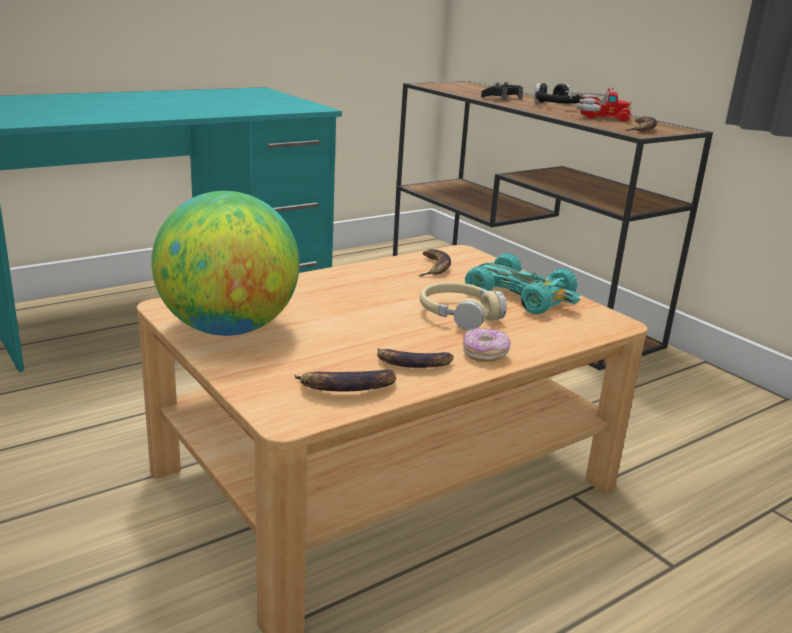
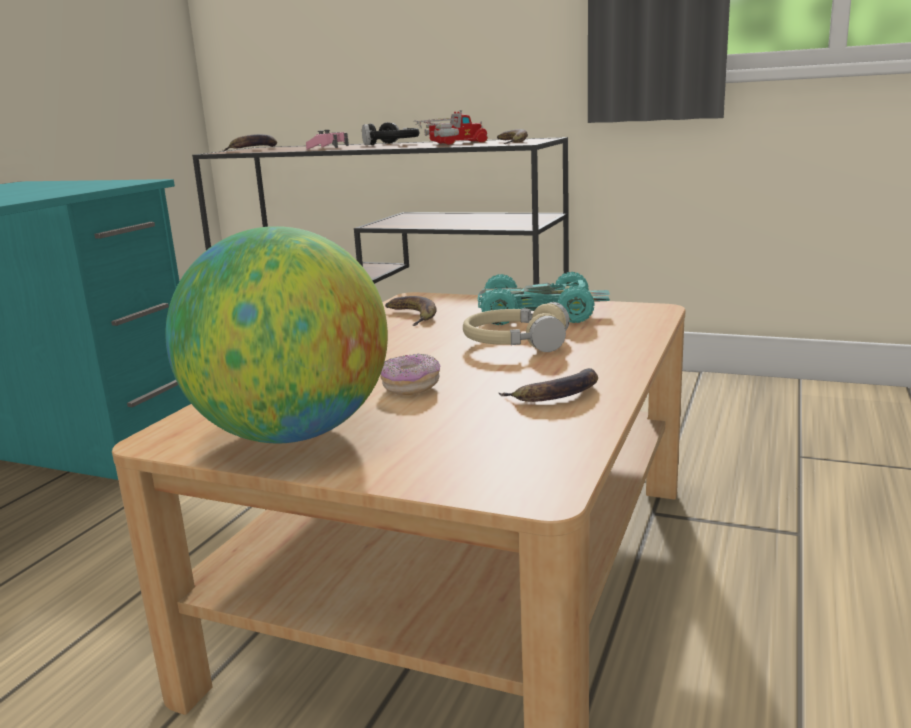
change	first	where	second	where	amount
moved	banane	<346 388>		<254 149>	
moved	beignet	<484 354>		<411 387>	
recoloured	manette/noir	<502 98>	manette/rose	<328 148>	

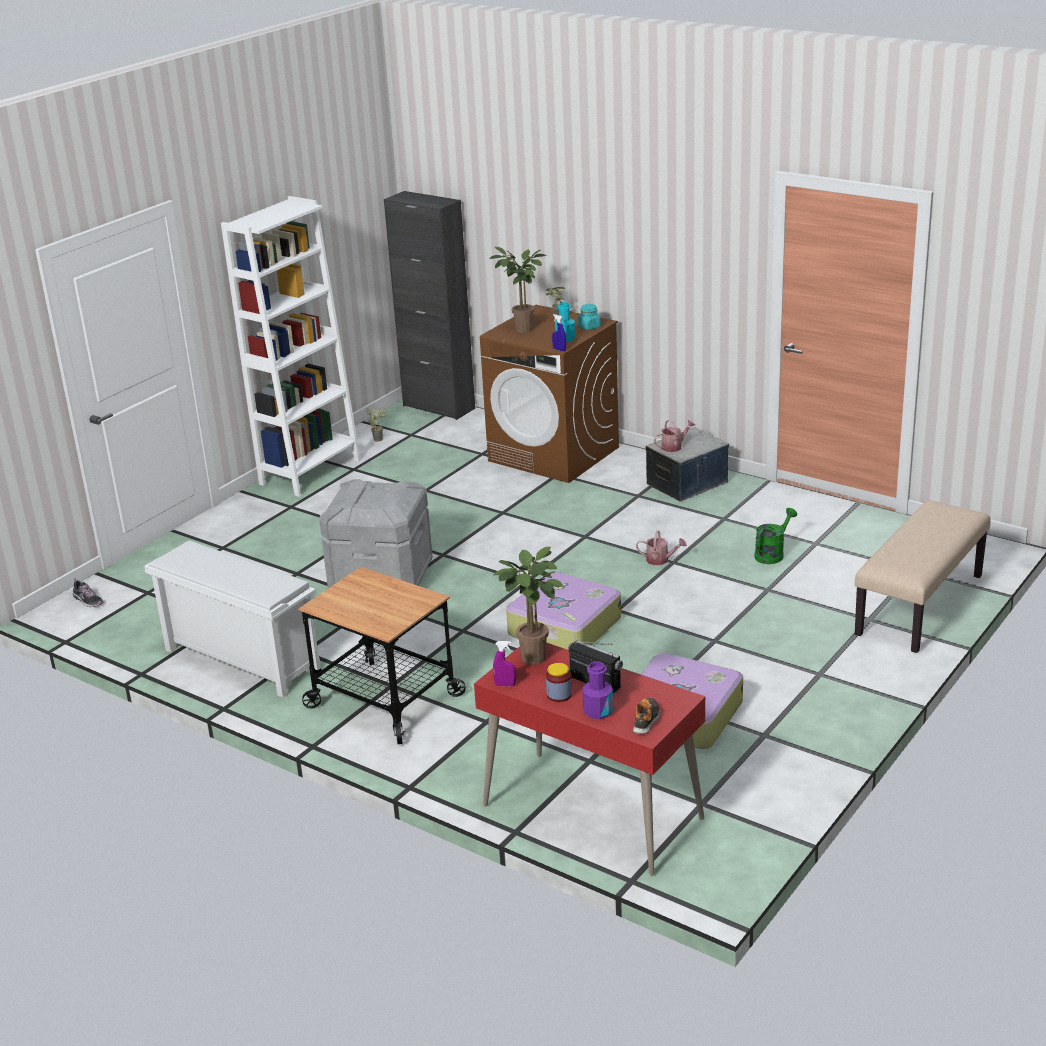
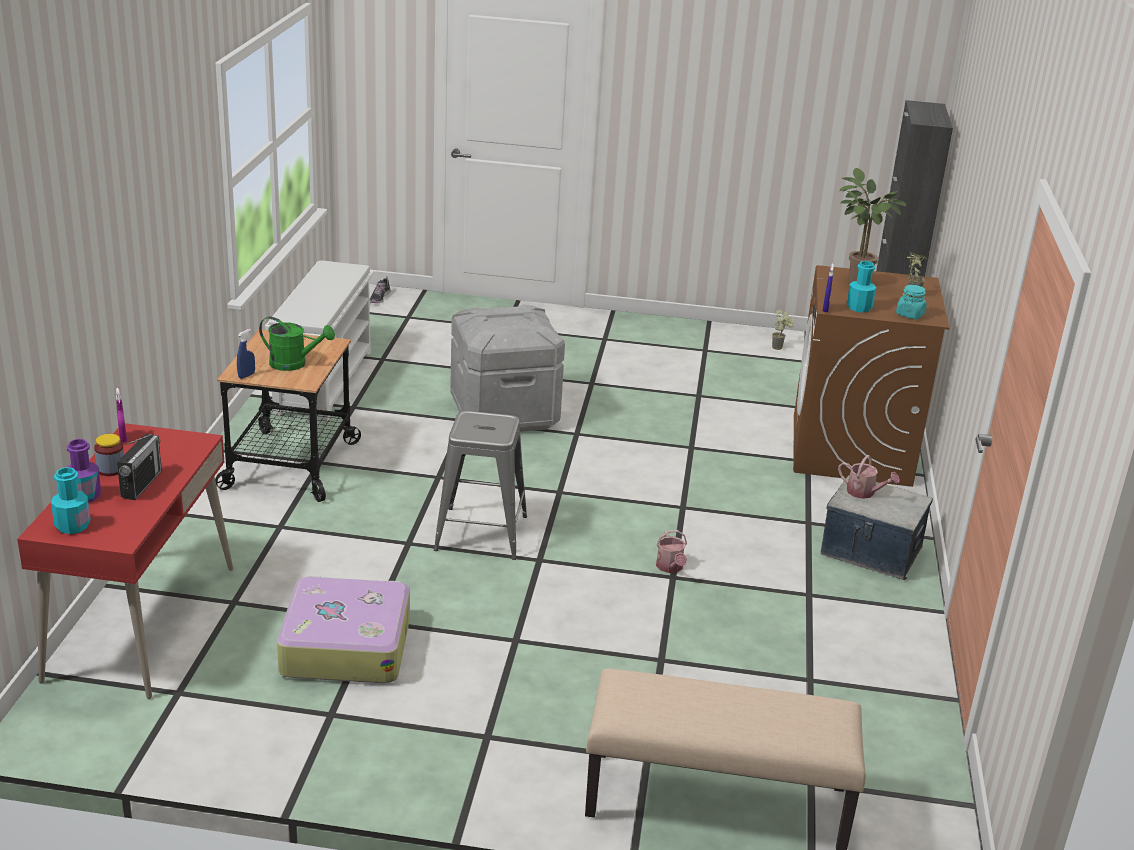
change	first	where	second	where	amount
removed	bibliothèque/blanc	<310 472>			
removed	plante en pot	<534 660>			
replaced	valise	<563 627>	tabouret/gris	<482 533>	
replaced	chaussure	<646 720>	bouteille/turquoise	<72 526>	
moved	arrosoir/vert	<772 554>		<294 364>	
added			vaporisateur/bleu	<246 375>	

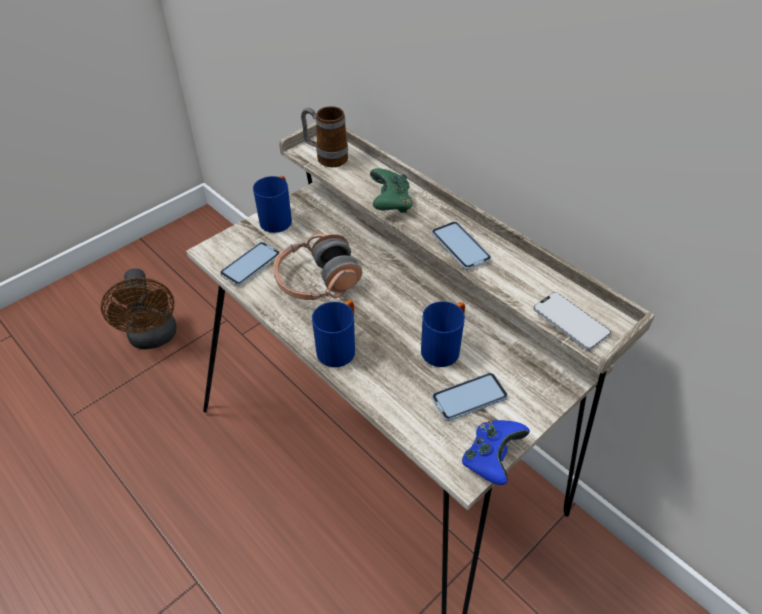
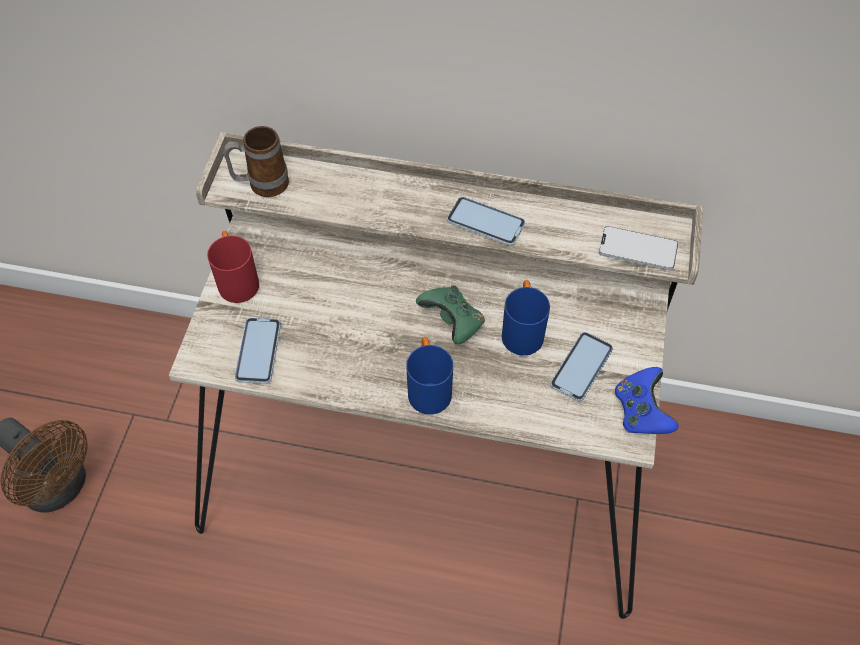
change	first	where	second	where	amount
recoloured	mug/bleu	<278 218>	mug/rouge	<237 280>	
removed	casque audio	<317 281>			
moved	manette/vert	<390 203>		<453 322>	

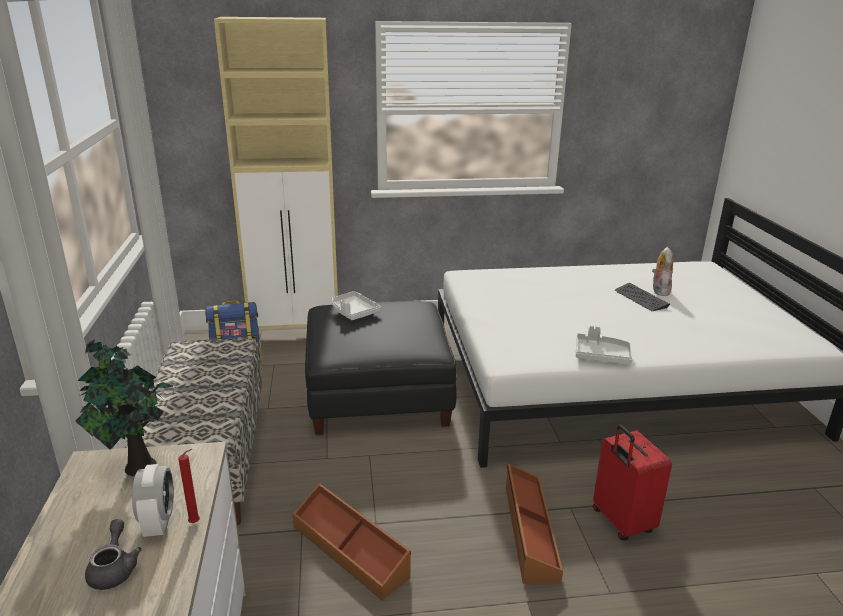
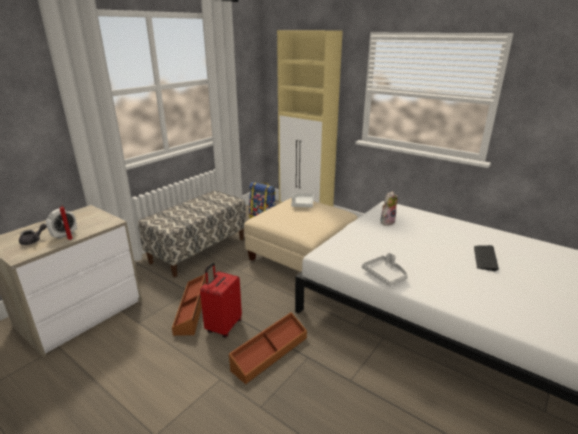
change	first	where	second	where	amount
removed	plante en pot	<137 467>			
recoloured	pouf/noir	<379 394>	pouf/beige	<301 255>	
moved	valise/rouge	<621 522>		<223 326>	
moved	peluche	<659 291>		<387 222>	

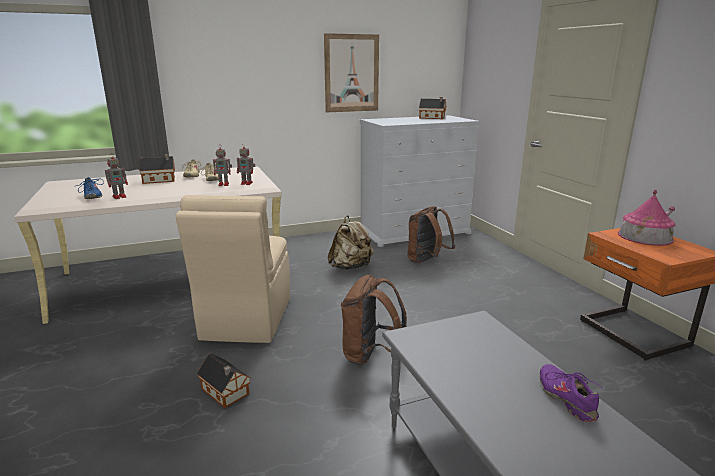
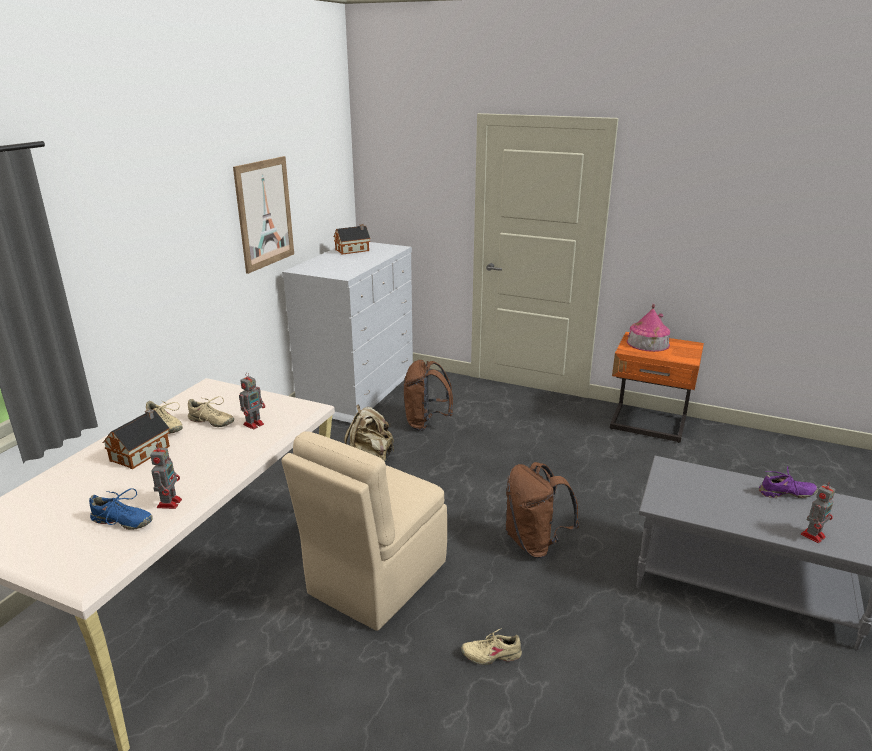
change	first	where	second	where	amount
turned	chaise/beige	<246 320>		<375 579>	75 degrees clockwise
replaced	maison miniature	<225 392>	chaussure/beige	<491 654>	
moved	robot jouet	<247 183>		<813 535>	
turned	chaussure/violet	<566 398>		<786 494>	150 degrees clockwise

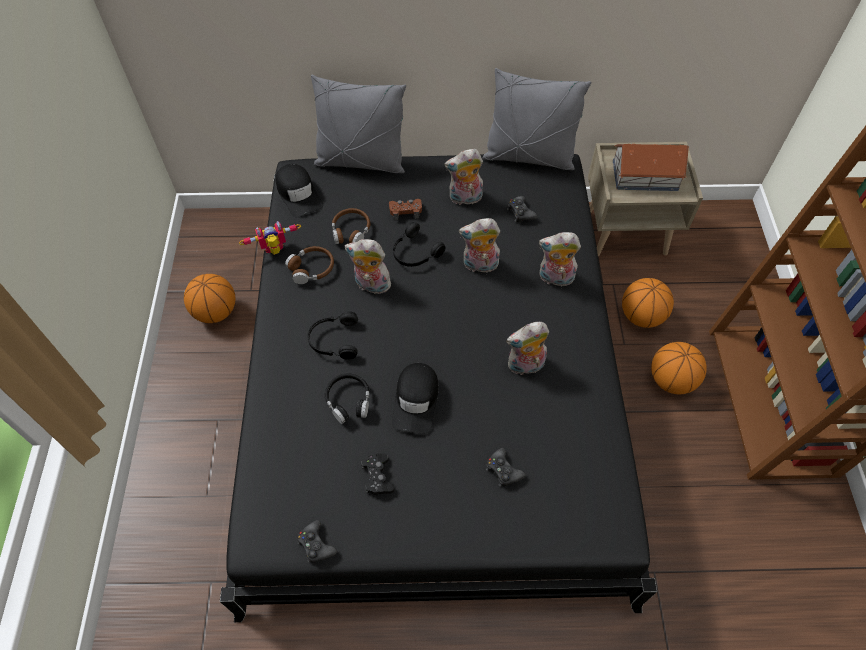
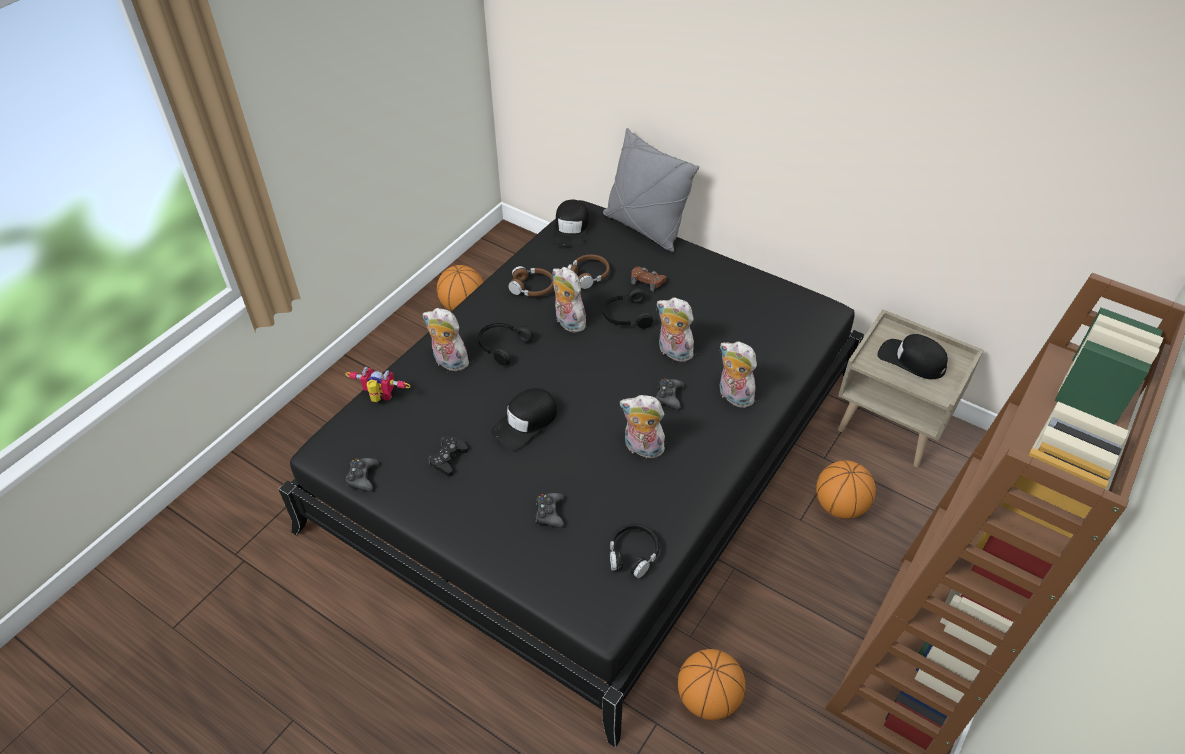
change	first	where	second	where	amount
moved	robot jouet	<275 250>		<380 398>	
moved	casque audio/noir	<348 401>		<633 554>	
moved	peluche	<464 199>		<448 362>	
removed	coussin/gris	<529 157>			
moved	manette/noir	<520 212>		<669 396>	
replaced	maison miniature	<645 175>	casquette/noir	<911 360>	
moved	ballon de basket	<671 380>		<708 698>	

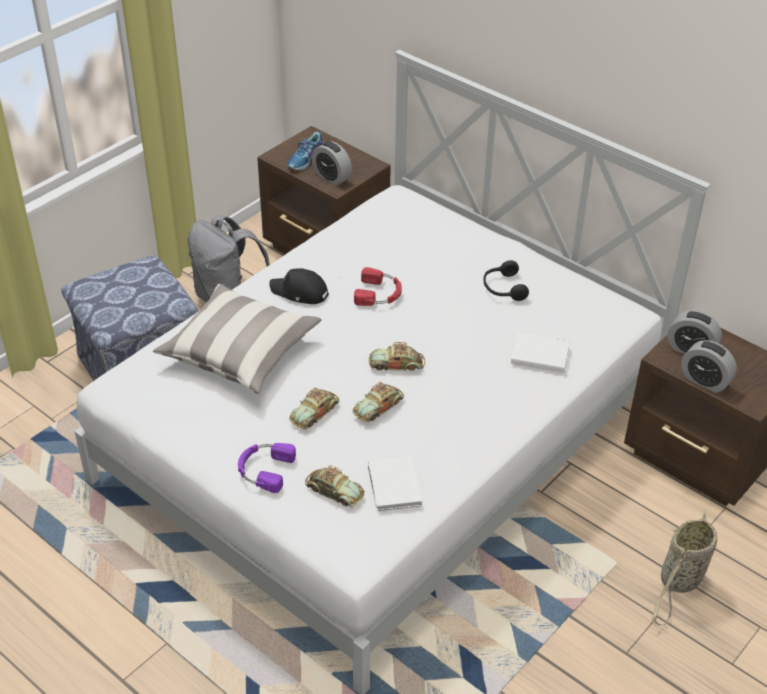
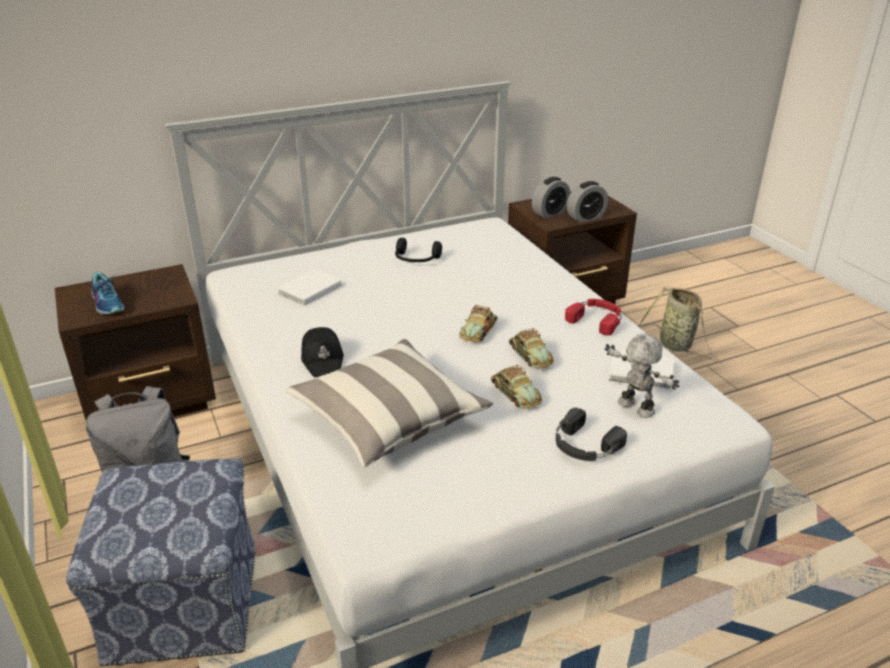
change	first	where	second	where	amount
recoloured	casque audio/violet	<264 469>	casque audio/noir	<584 445>	
turned	casquette/noir	<299 292>		<323 359>	60 degrees counterclockwise
replaced	petite voiture	<334 491>	robot jouet	<634 408>	
removed	réveil	<332 177>			
moved	casque audio/rouge	<379 293>		<596 319>	
moved	livre/blanc	<538 354>		<308 290>	

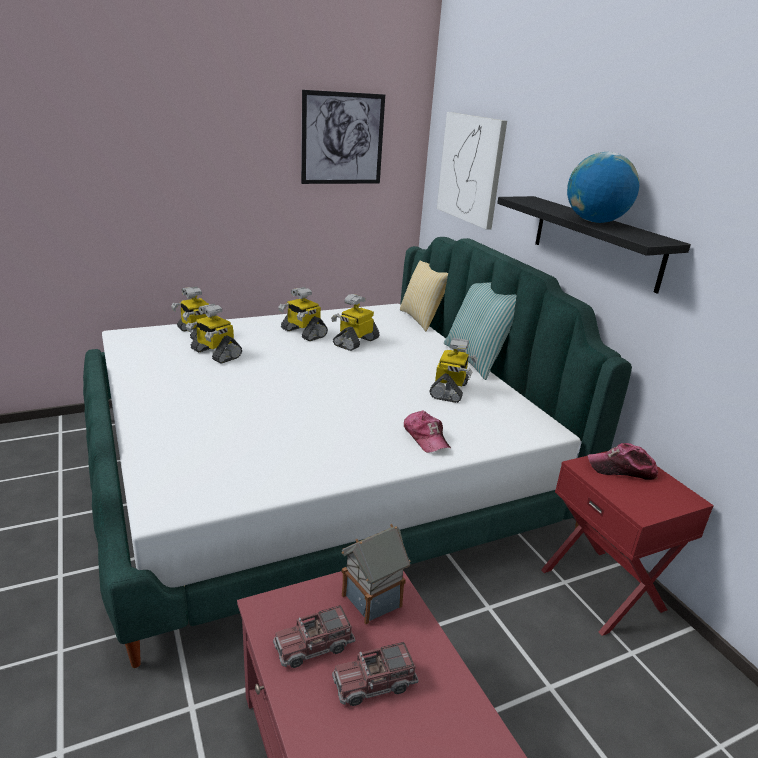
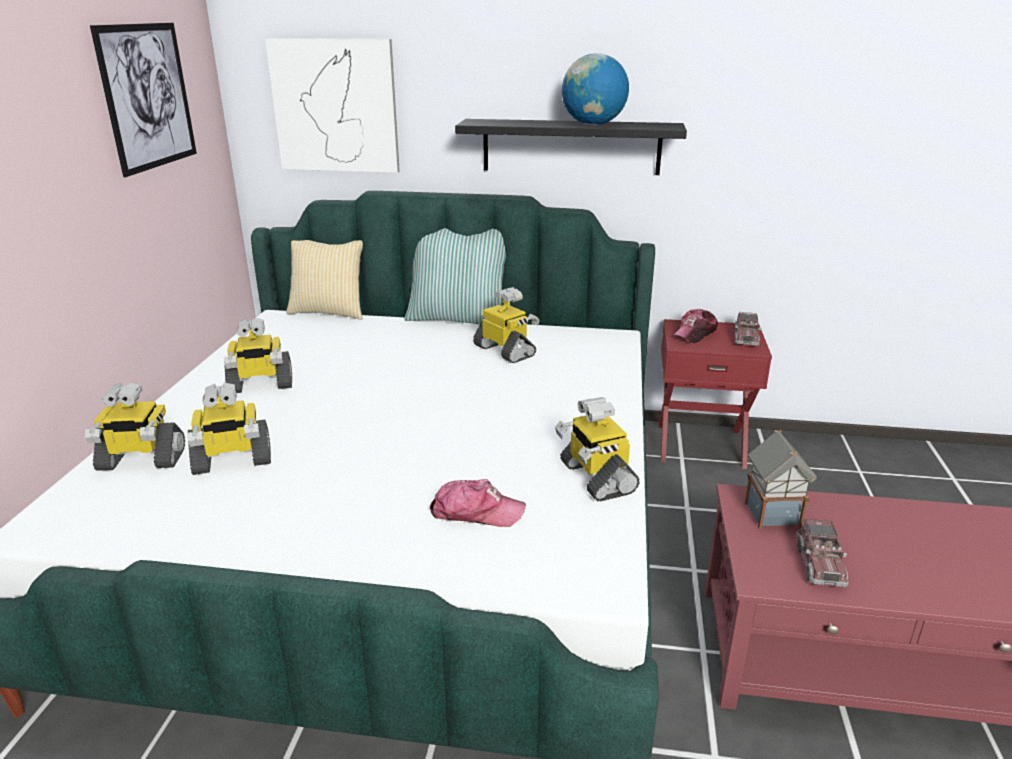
change	first	where	second	where	amount
moved	robot jouet	<355 342>		<595 477>	
moved	camion jouet	<374 683>		<745 338>	
moved	casquette	<426 437>		<476 512>	

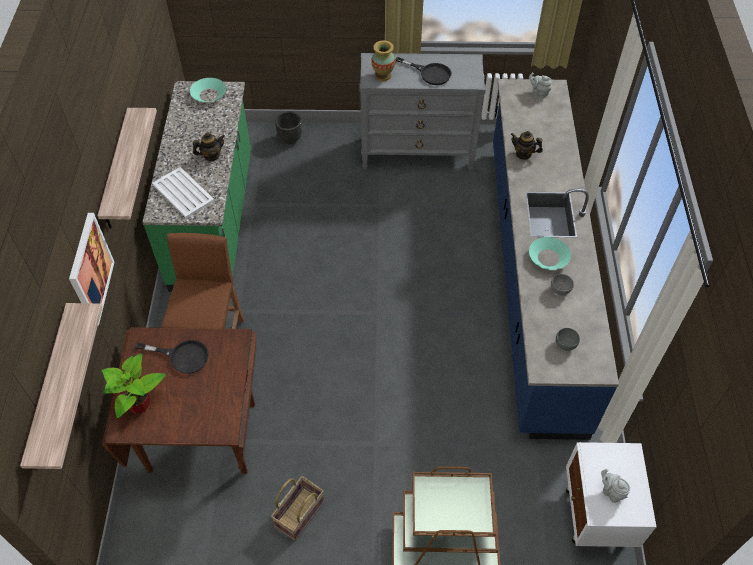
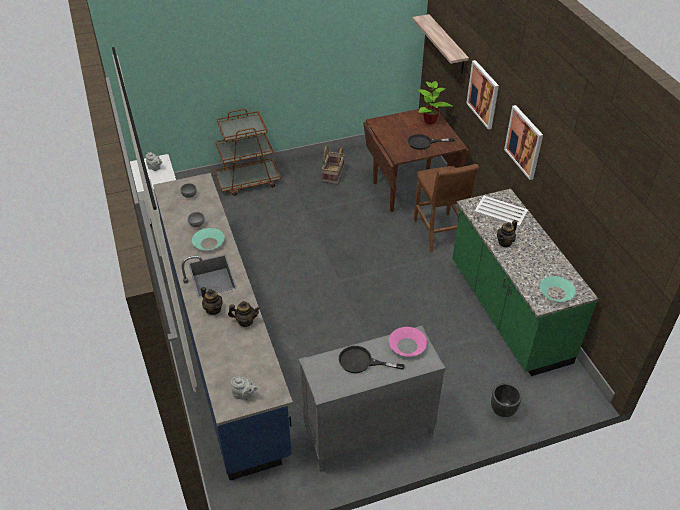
change	first	where	second	where	amount
replaced	étagère	<117 171>	tableau	<524 142>	
replaced	vase	<383 75>	bol/rose	<407 345>	
added			théière	<213 309>	

